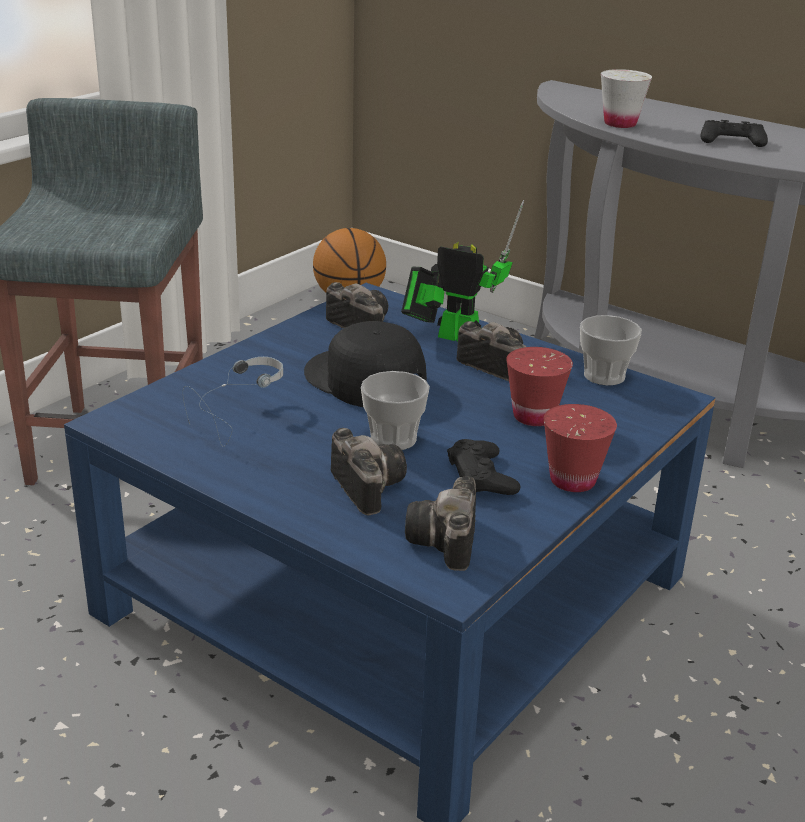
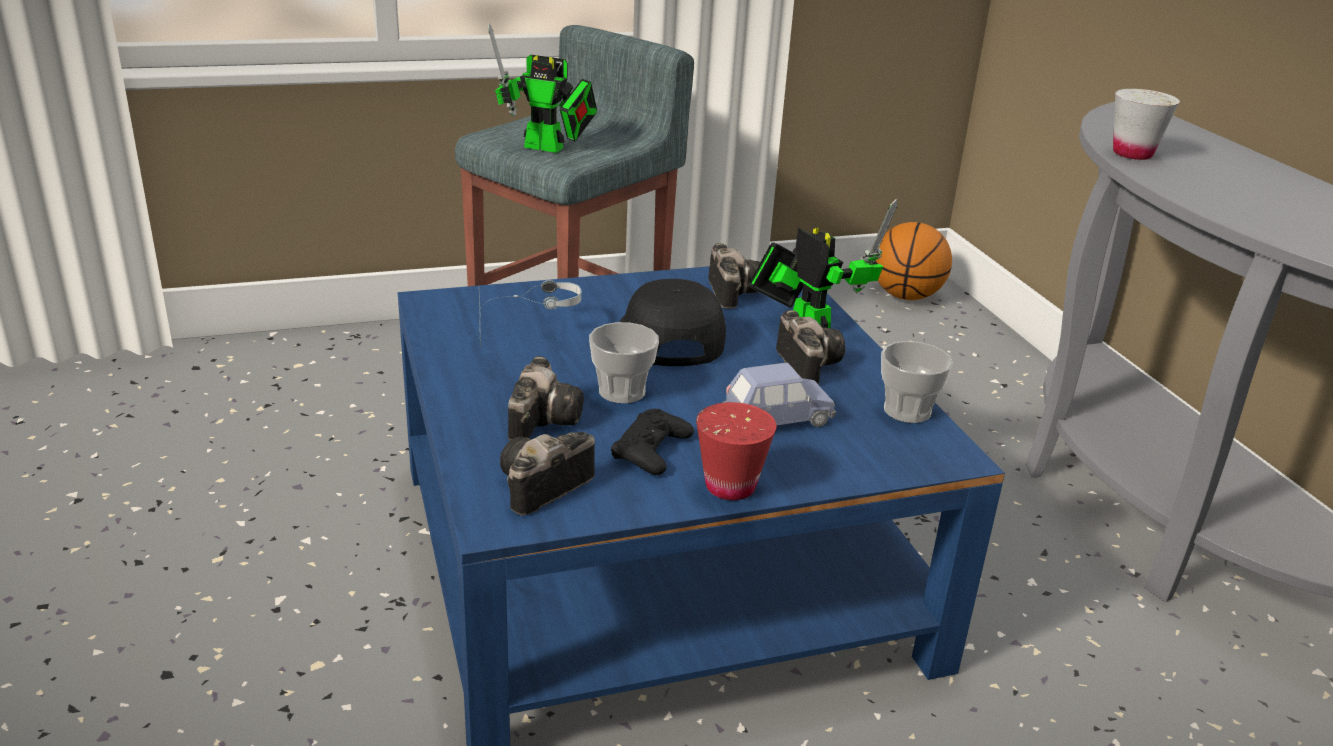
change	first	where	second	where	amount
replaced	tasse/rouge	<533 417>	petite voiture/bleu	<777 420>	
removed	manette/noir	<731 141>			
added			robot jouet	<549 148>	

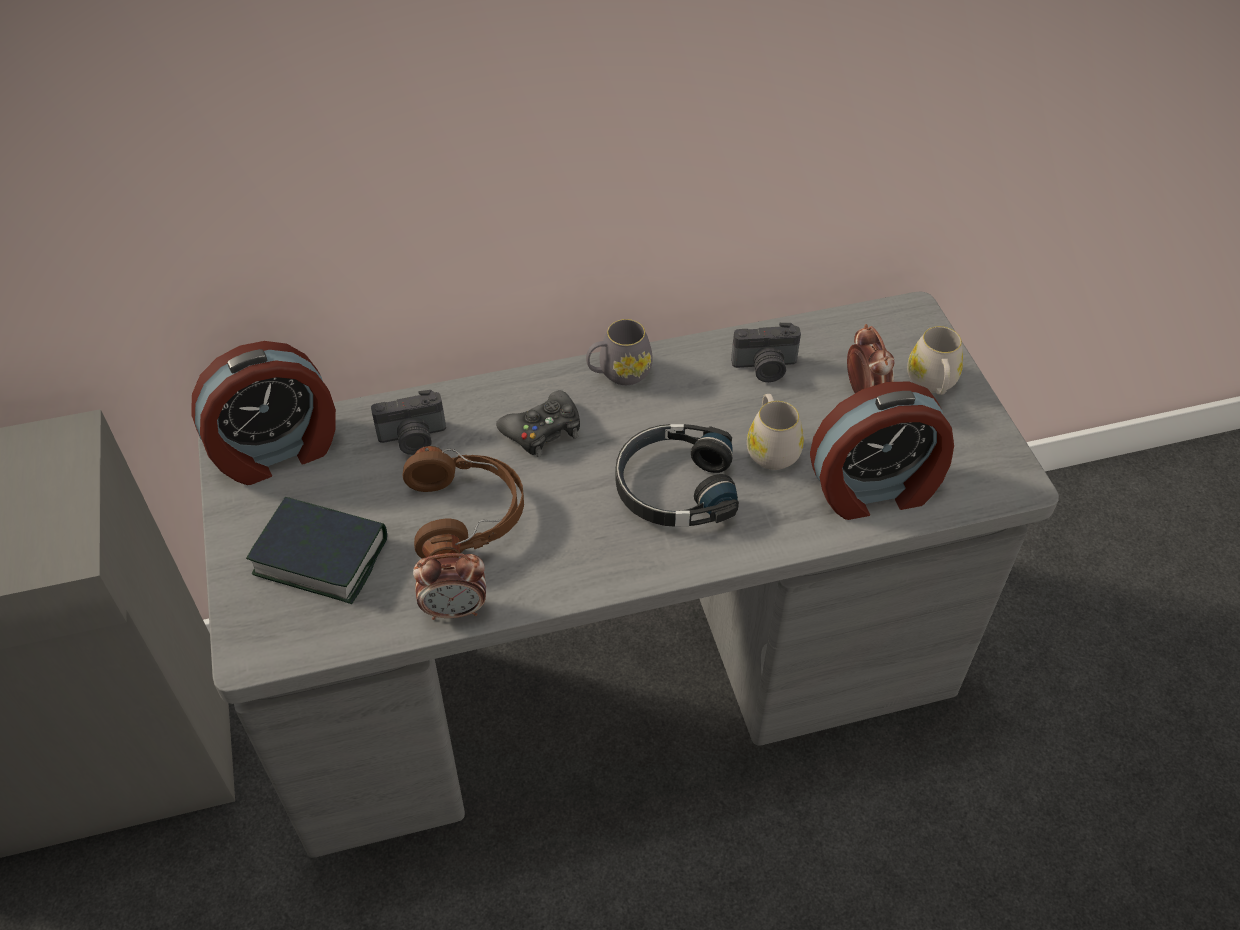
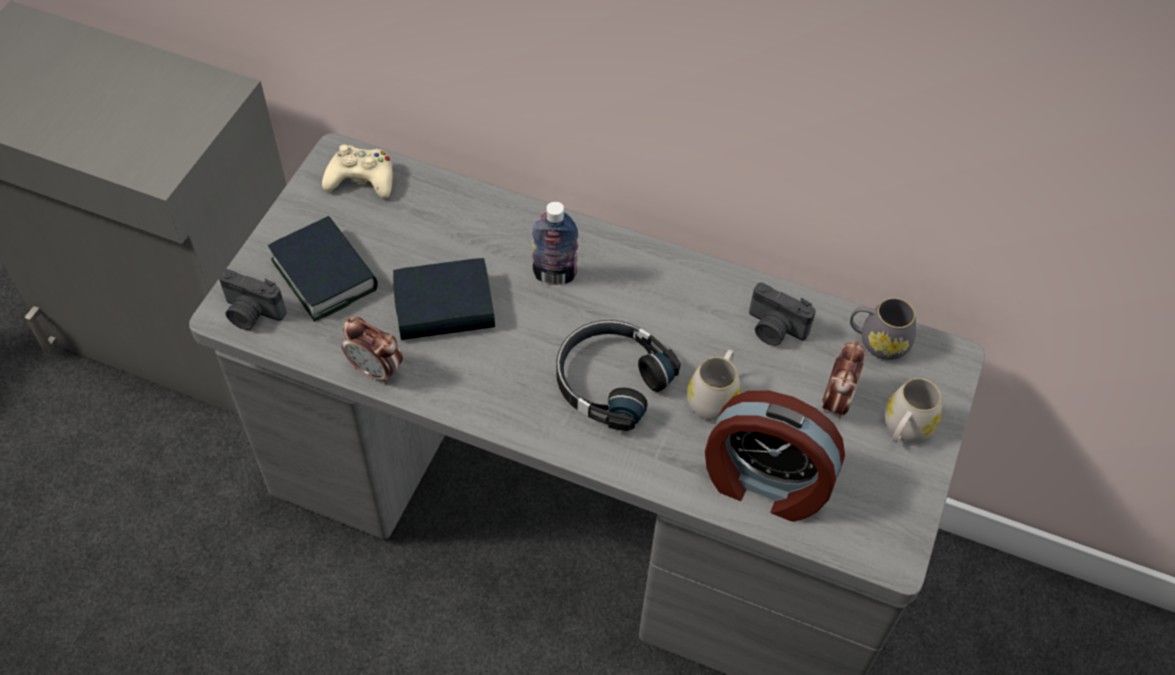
change	first	where	second	where	amount
replaced	réveil	<277 451>	manette/beige	<361 179>	
moved	appareil photo	<413 439>		<251 314>	
replaced	casque audio/marron	<467 516>	livre	<444 307>	
replaced	manette/noir	<543 430>	bouteille	<554 275>	
moved	mug/gris	<619 373>		<877 342>	

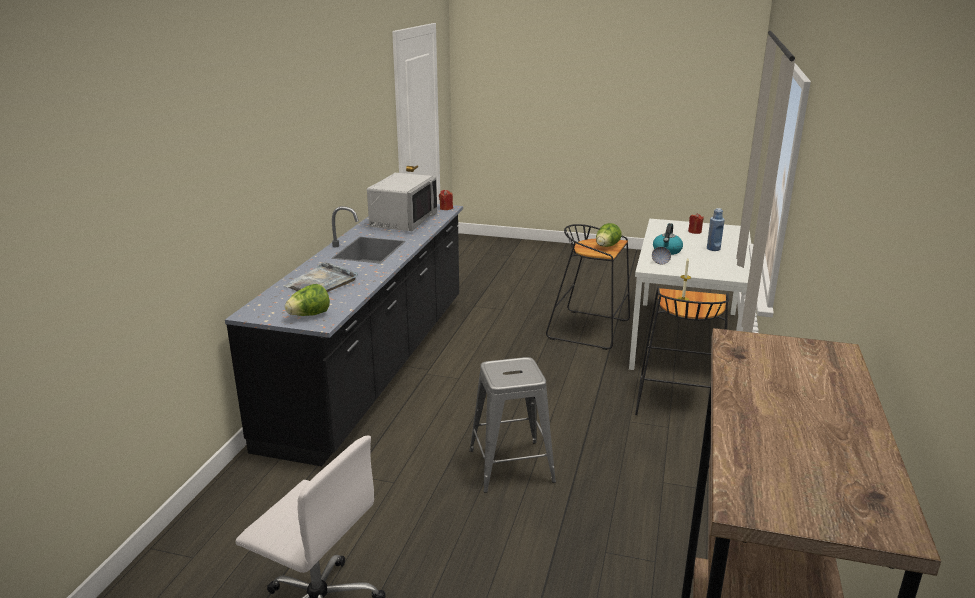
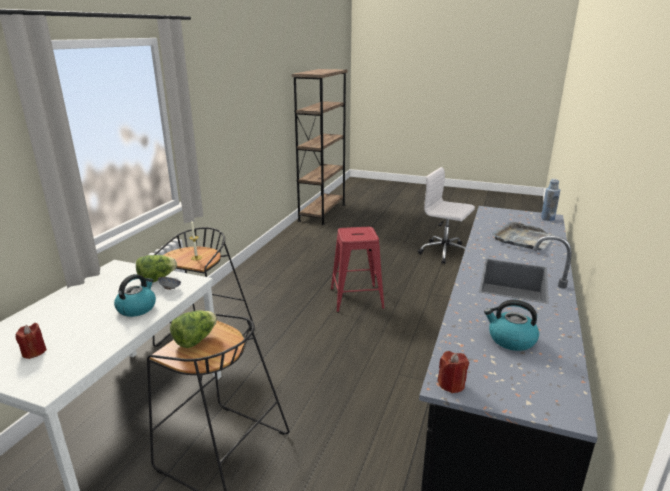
change	first	where	second	where	amount
moved	laitue	<309 315>		<157 279>	
replaced	micro-ondes/gris	<403 221>	bouilloire	<510 340>	
recoloured	tabouret/gris	<511 466>	tabouret/rouge	<356 298>	
moved	bouteille/bleu	<713 249>		<547 218>	

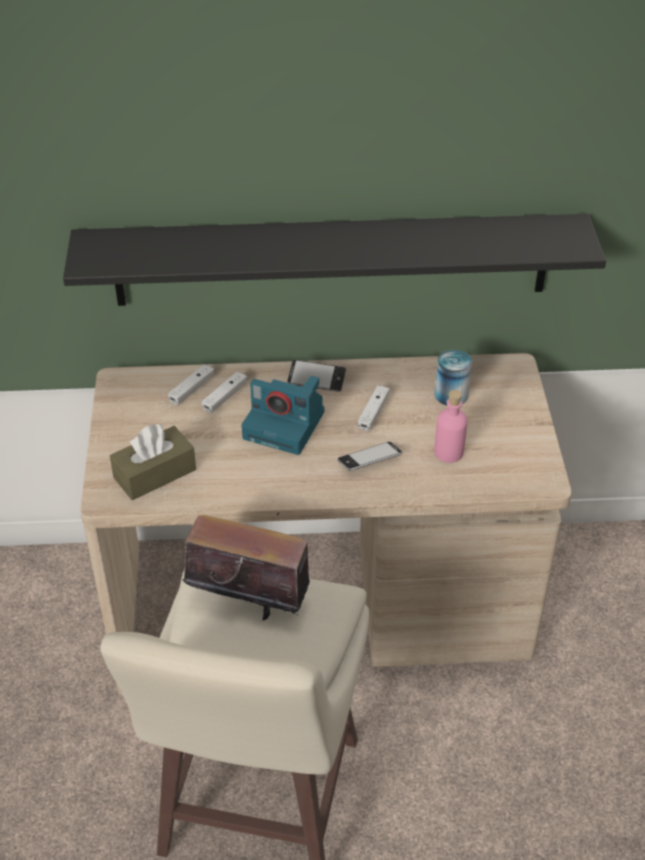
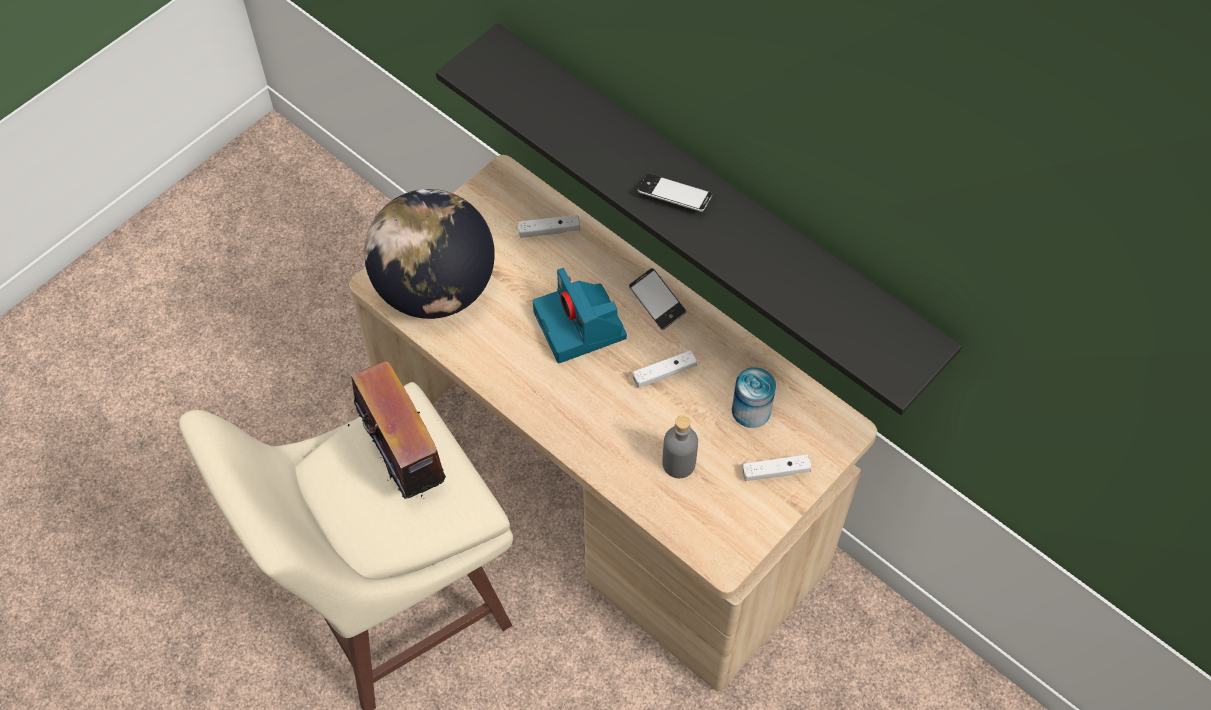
change	first	where	second	where	amount
replaced	boîte à mouchoirs/marron	<155 473>	globe	<435 289>	
moved	manette/blanc	<225 397>		<775 471>	
moved	téléphone	<369 460>		<674 196>	
recoloured	bouteille/rose	<449 452>	bouteille/gris	<678 464>	

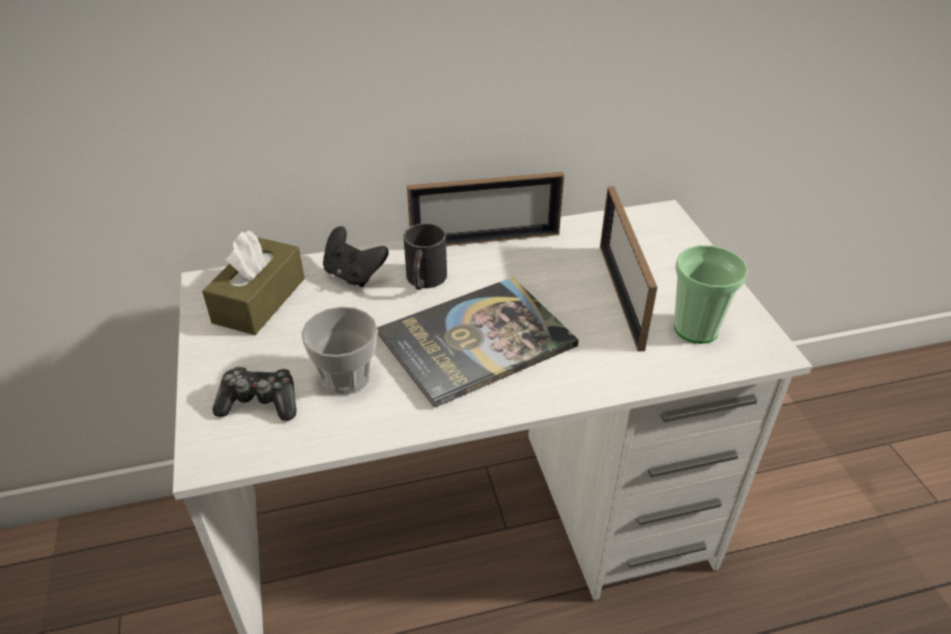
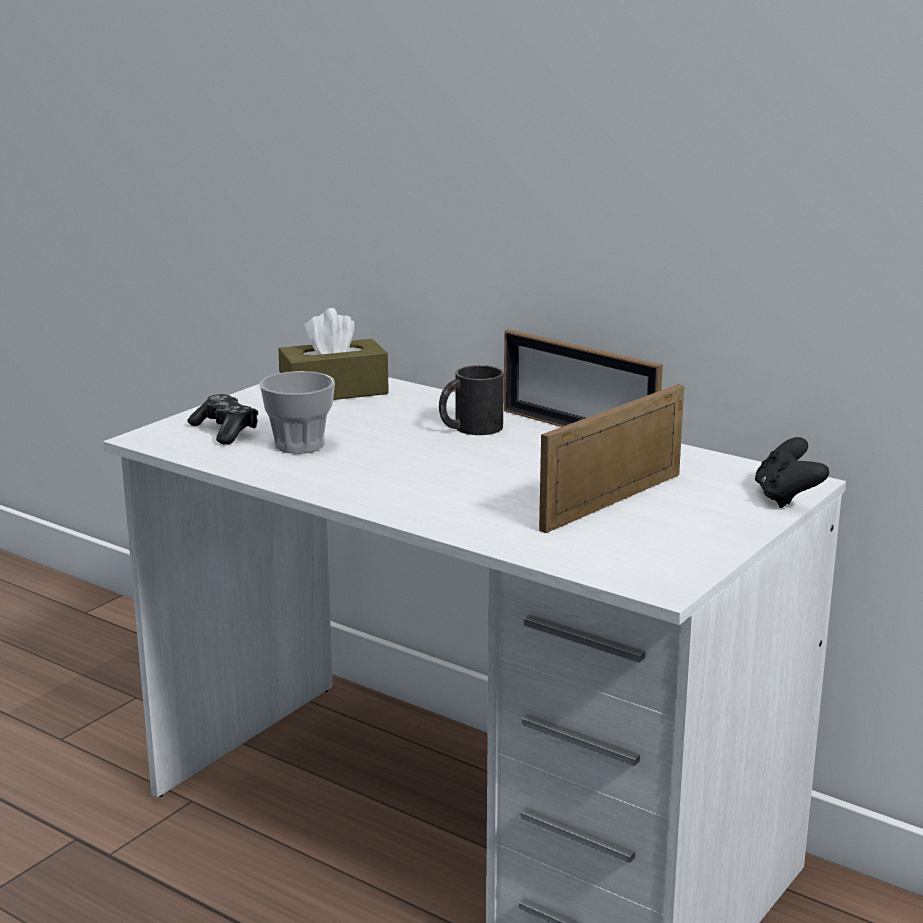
change	first	where	second	where	amount
moved	manette/noir	<354 275>		<786 498>	
removed	livre	<476 340>			
removed	tasse	<696 329>			

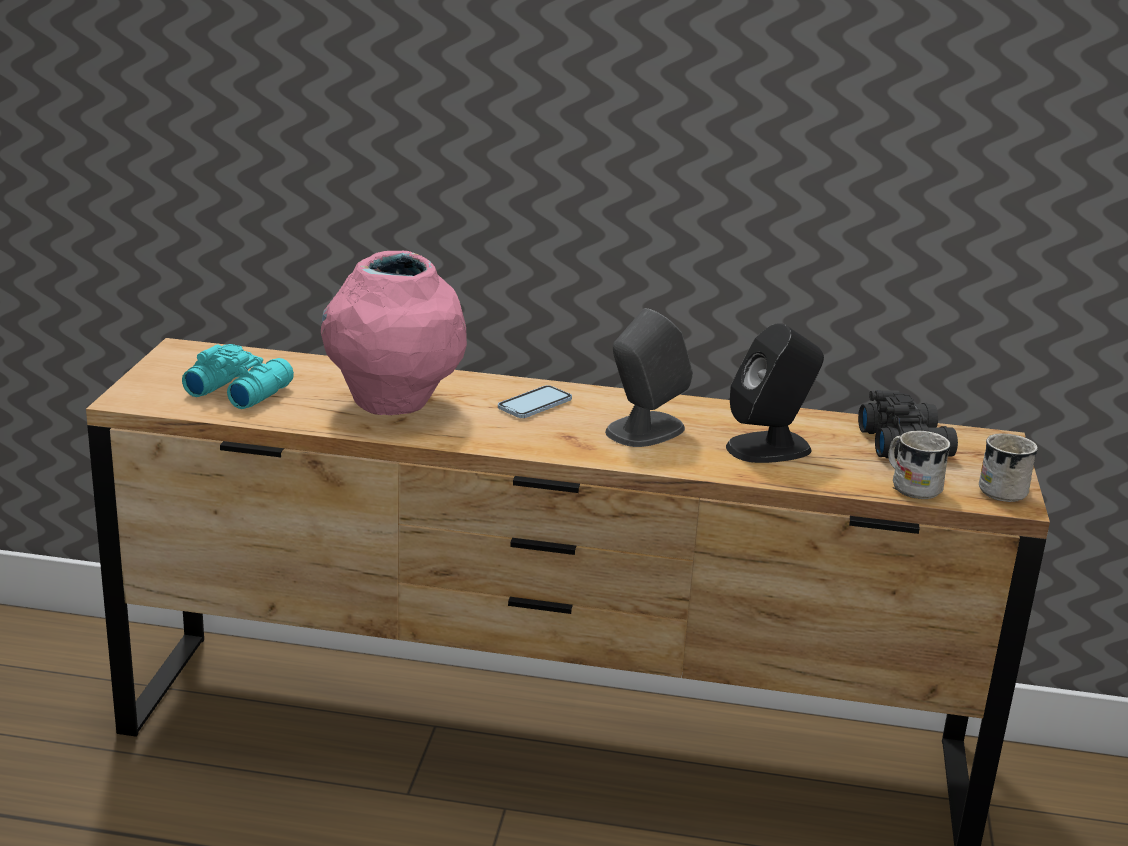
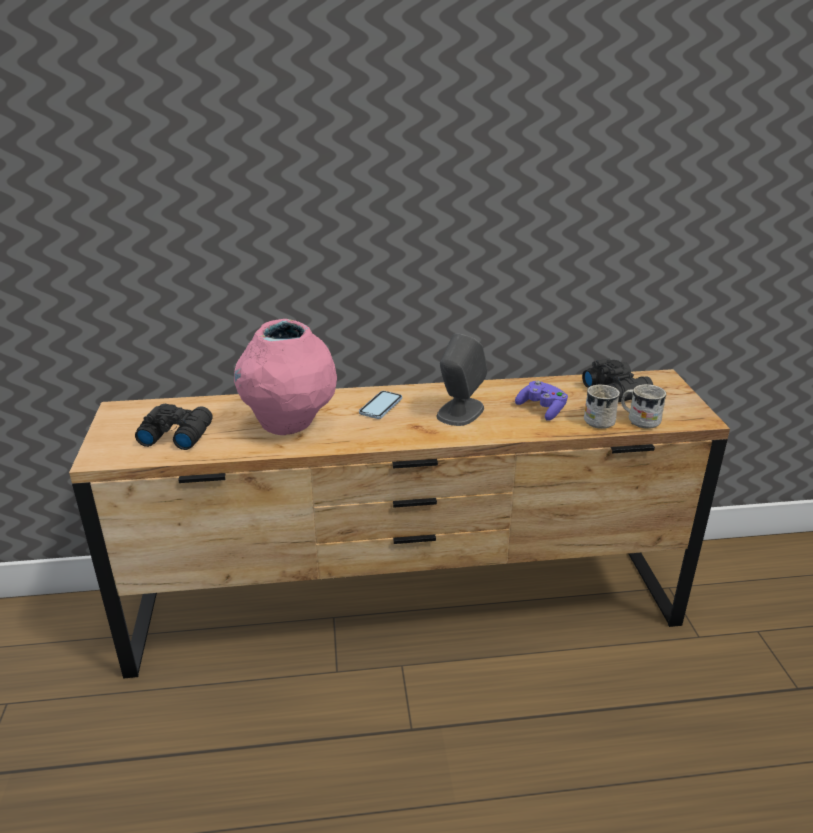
change	first	where	second	where	amount
recoloured	jumelles/turquoise	<238 390>	jumelles/noir	<175 434>	
replaced	enceinte/noir	<769 448>	manette/violet	<542 409>	
moved	mug/blanc	<1005 489>		<599 419>	

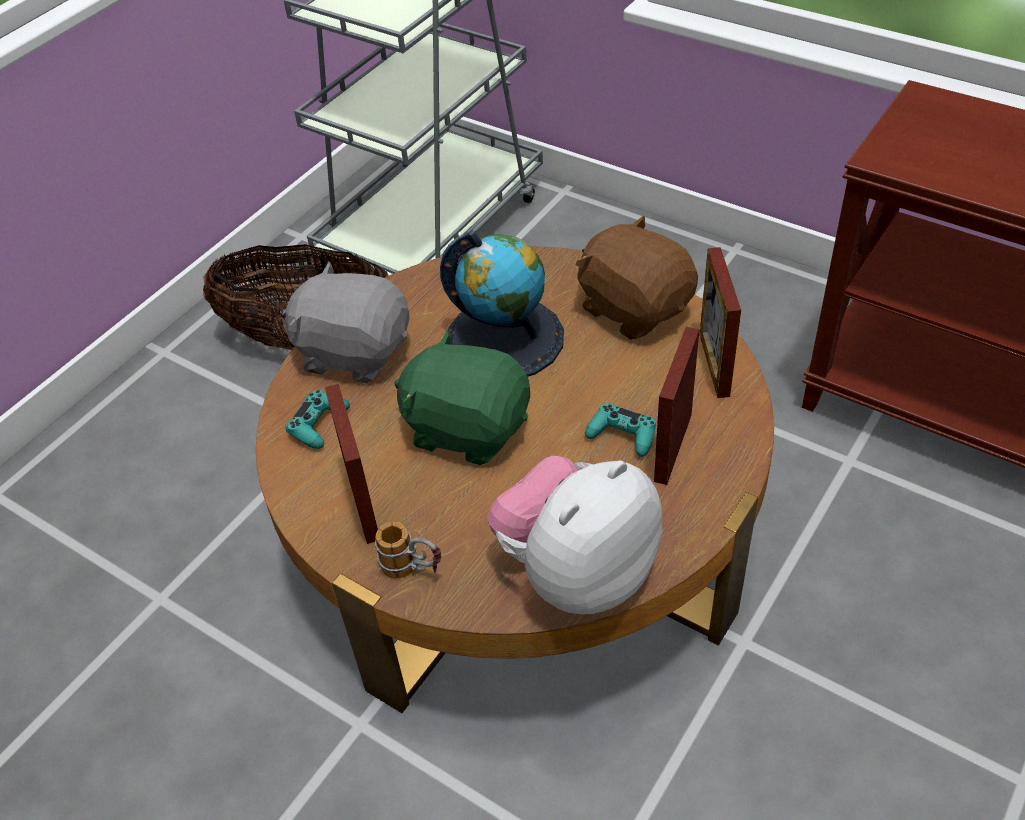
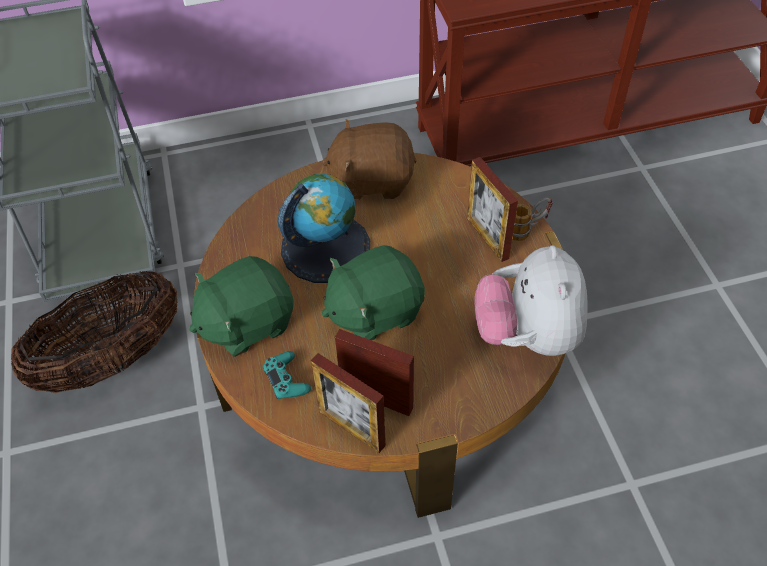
change	first	where	second	where	amount
recoloured	peluche/gris	<354 352>	peluche/vert	<246 323>	
moved	mug	<413 570>		<527 229>	
removed	manette/turquoise	<622 435>			
moved	cadre photo	<714 365>		<352 428>	

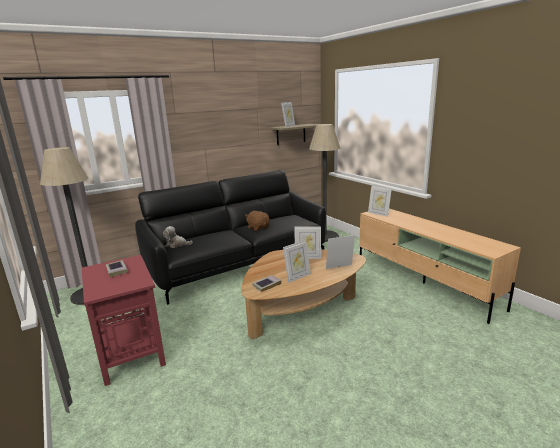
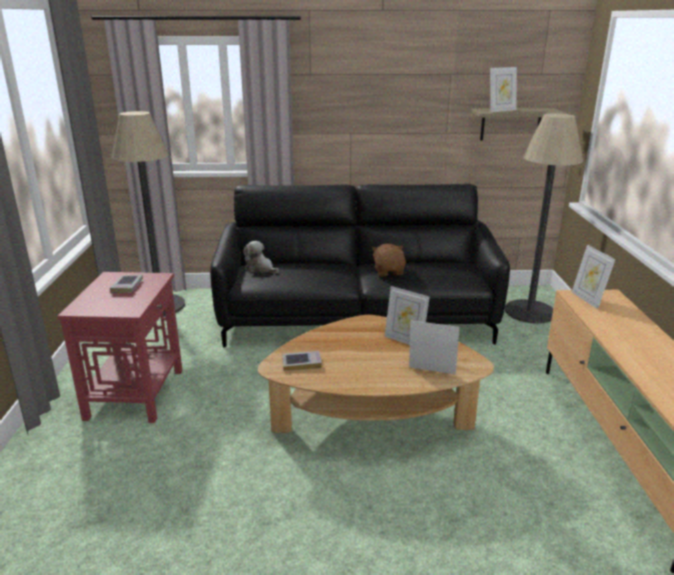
change	first	where	second	where	amount
removed	cadre photo	<297 277>			

